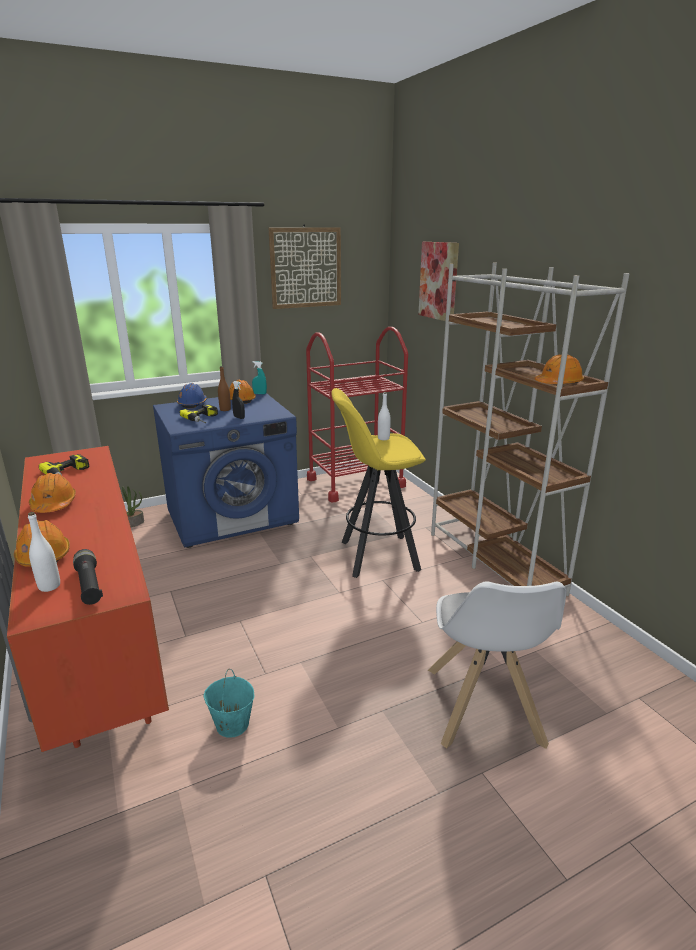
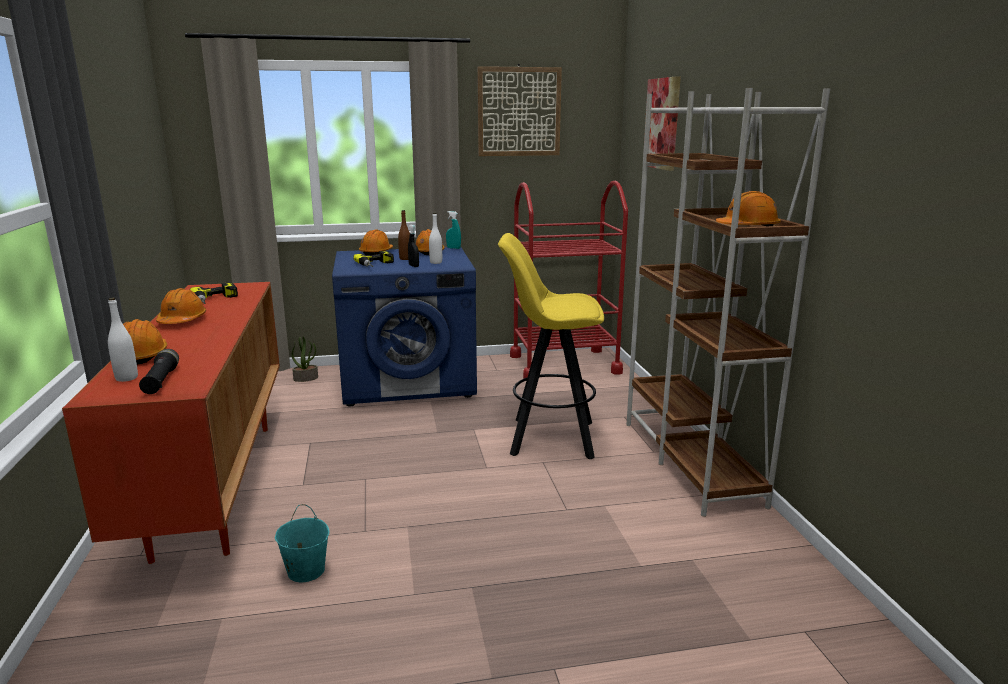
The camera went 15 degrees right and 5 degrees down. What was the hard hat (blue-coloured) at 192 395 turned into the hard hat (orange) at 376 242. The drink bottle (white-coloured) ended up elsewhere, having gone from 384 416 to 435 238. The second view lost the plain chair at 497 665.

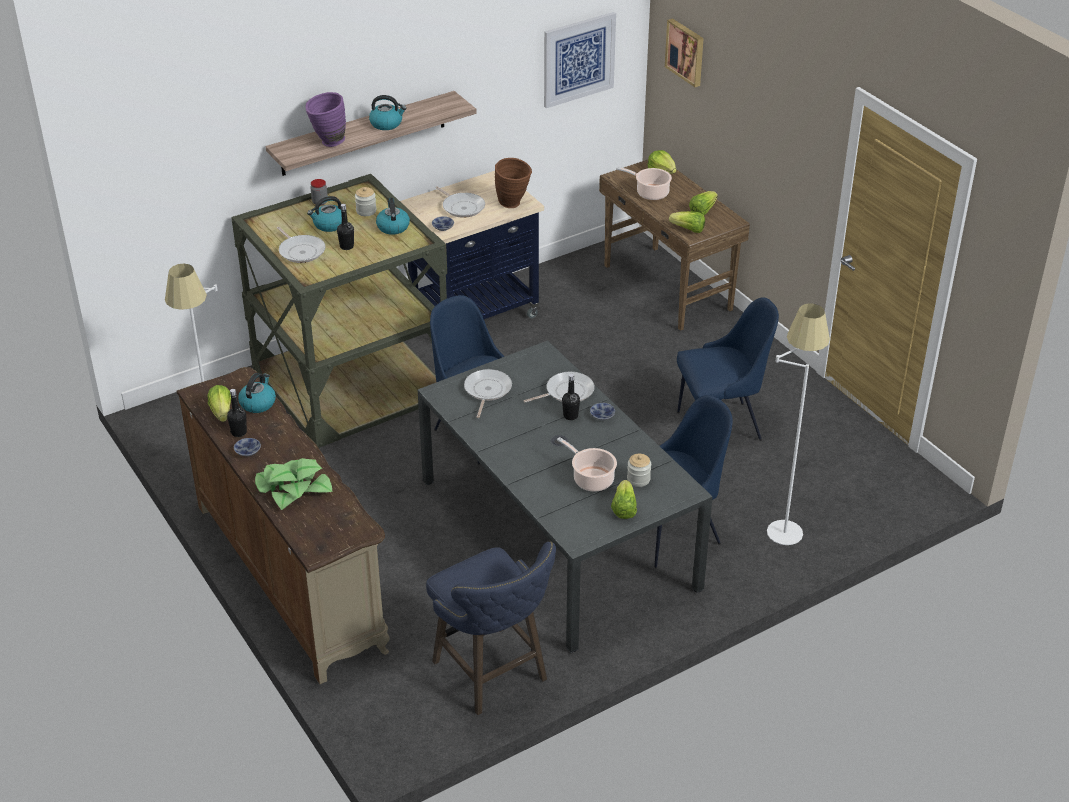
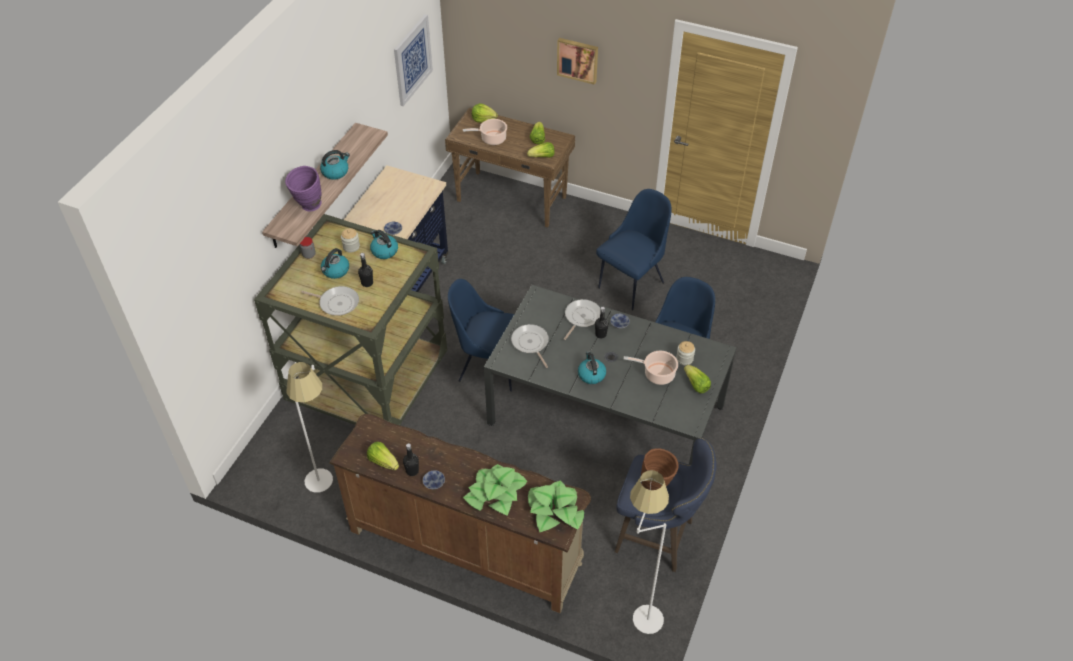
The camera went 35 degrees left and 10 degrees up. The second view gained the plant in a pot at 556 506. The picture ended up elsewhere, having gone from 684 52 to 577 61. The tea kettle ended up elsewhere, having gone from 257 393 to 592 367. The standard lamp (white-coloured) ended up elsewhere, having gone from 798 424 to 649 552. The decorative vase (brownish) ended up elsewhere, having gone from 513 183 to 659 469. The second view lost the pan at 460 202.

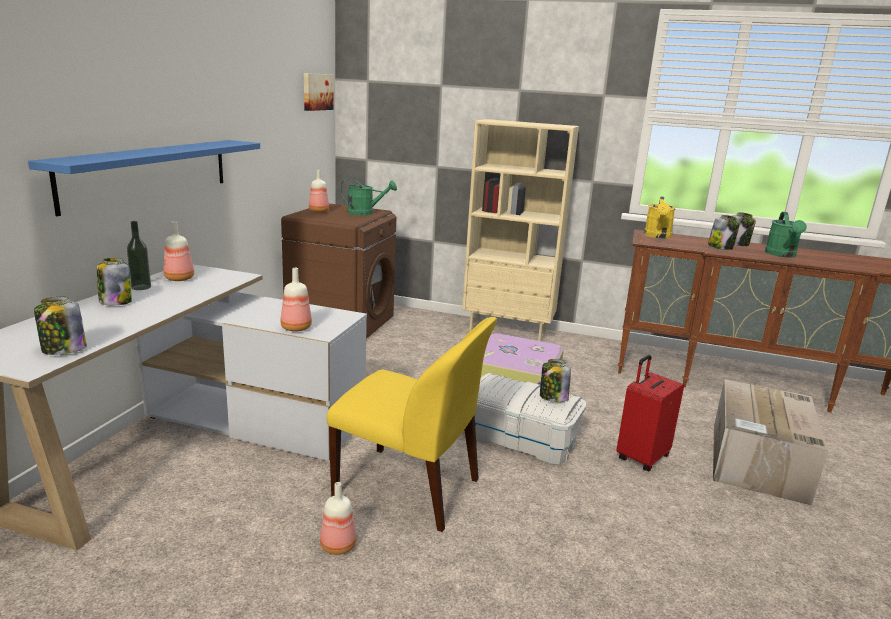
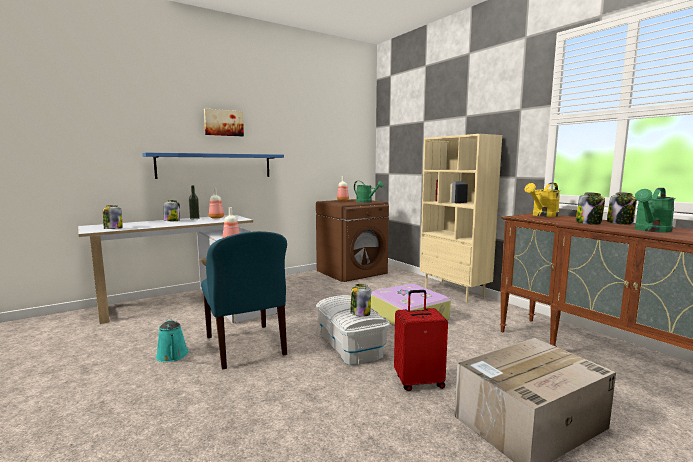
The camera went 40 degrees right and 10 degrees down. Where the drink bottle stood at 338 518, the sprinkling can (turquoise) came to stand at 172 340. What was the plain chair (yellowish) at 411 424 turned into the plain chair (blue-coloured) at 244 300. The picture ended up elsewhere, having gone from 319 92 to 224 122.

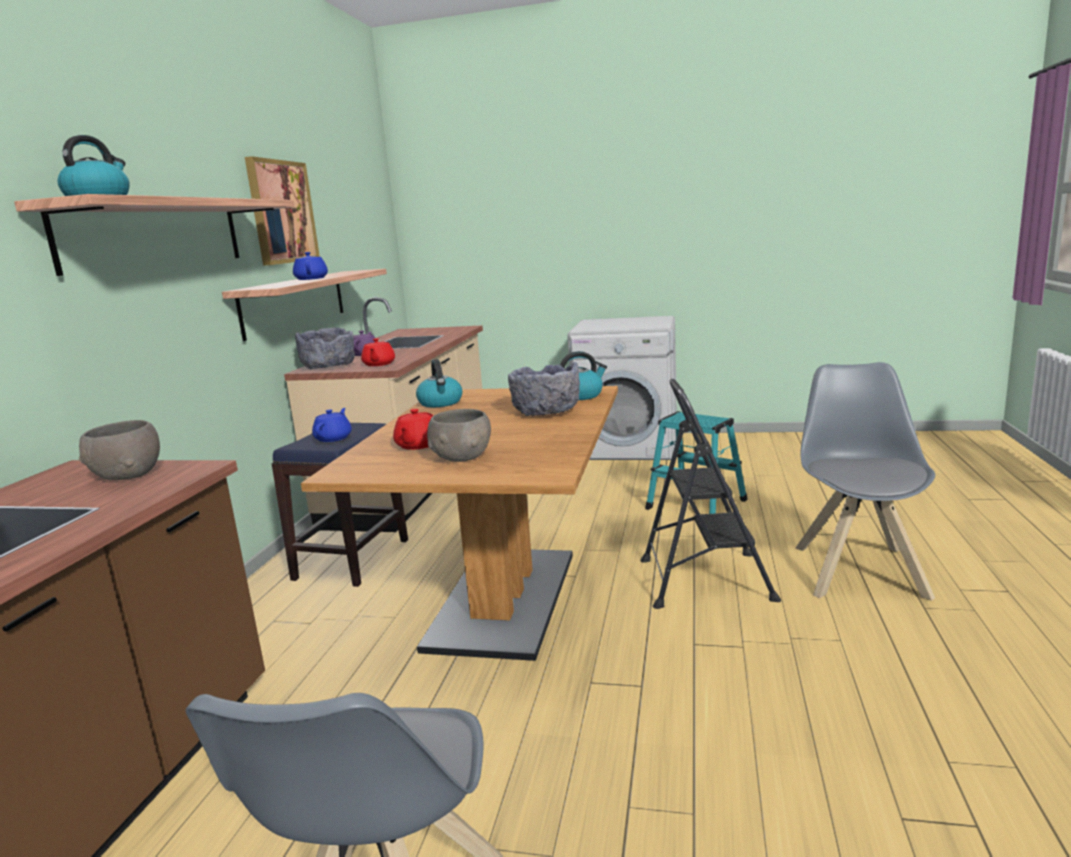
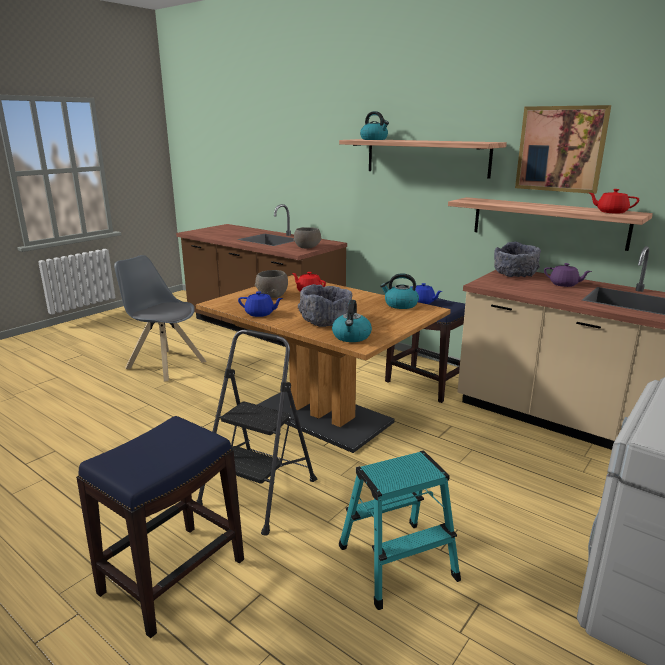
The camera went 115 degrees right and 5 degrees up. Where the plain chair (greyish) stood at 865 481, the sitting stool came to stand at 160 527. The teapot (blue-coloured) ended up elsewhere, having gone from 310 266 to 260 304. The teapot (red-coloured) ended up elsewhere, having gone from 378 352 to 614 201.

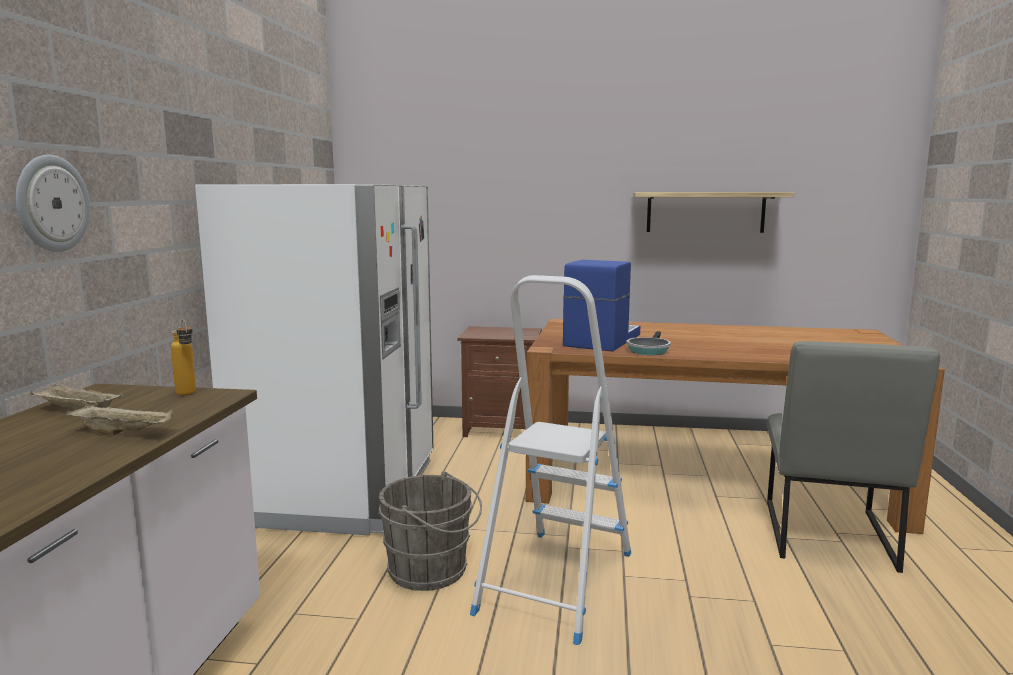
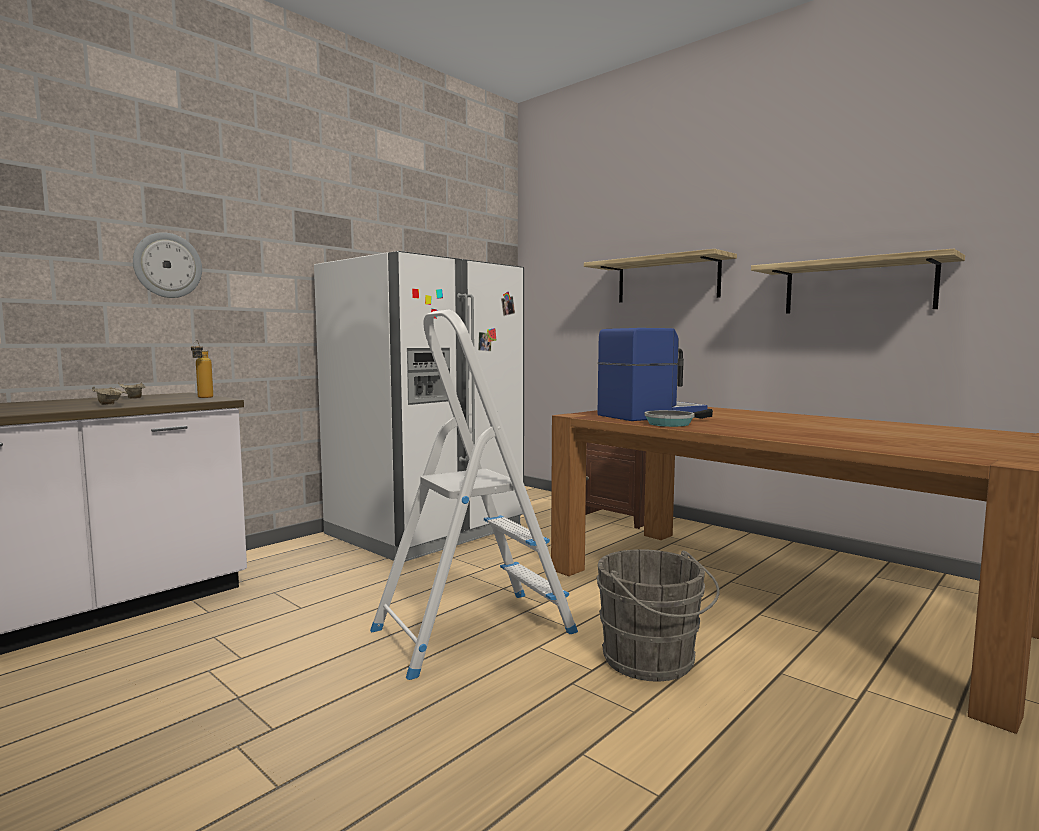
The camera went 35 degrees right and 5 degrees down. The second view gained the shelf at 660 275. The water bucket (greyish) ended up elsewhere, having gone from 430 531 to 658 615. The second view lost the plain chair (greyish) at 853 457.

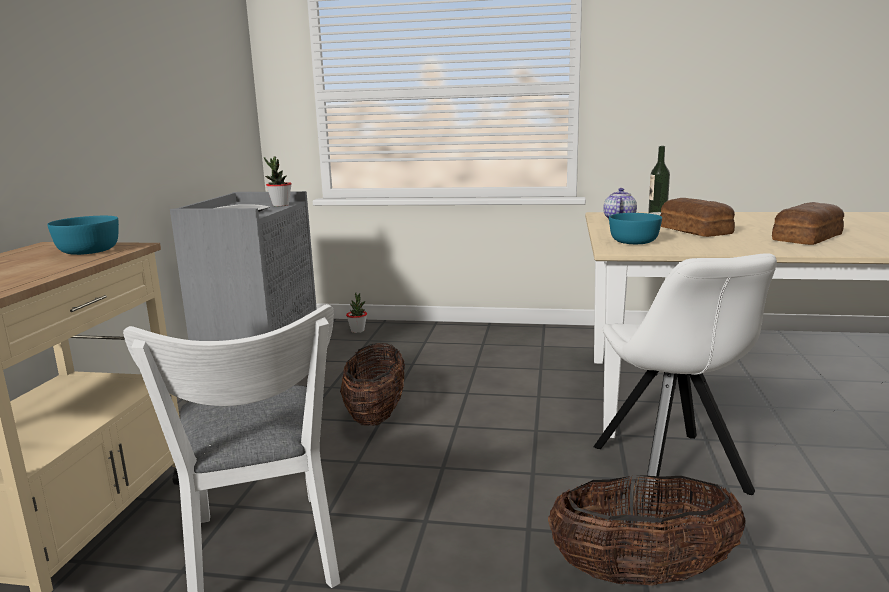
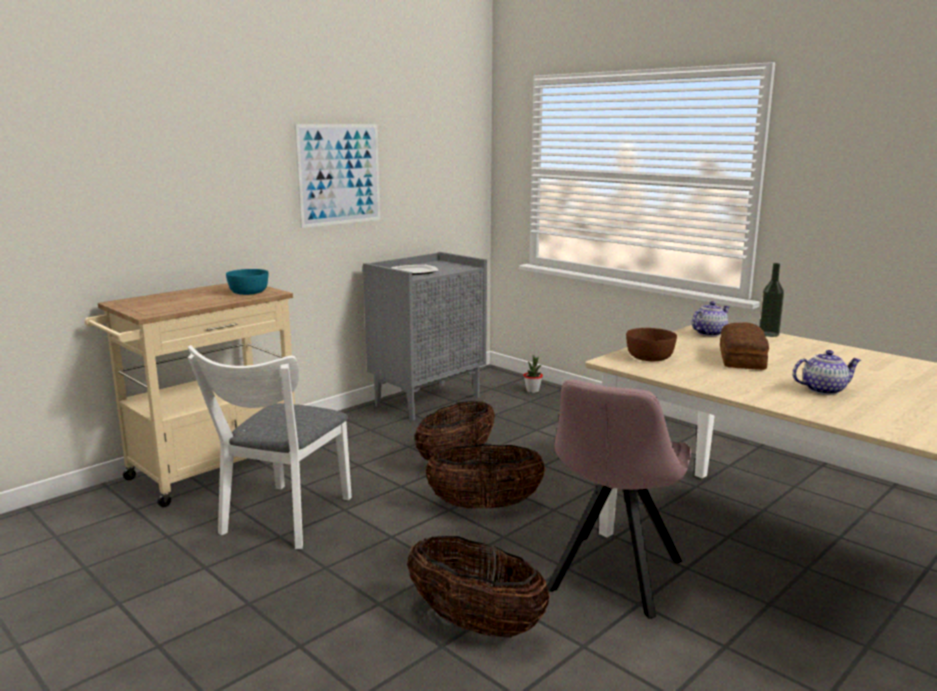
The camera went 35 degrees right and 0 degrees up. The second view gained the picture at 337 176. The second view gained the household basket at 485 476. What was the plain chair (white-coloured) at 685 380 turned into the plain chair (pink-coloured) at 619 499. What was the bowl (turquoise) at 635 228 turned into the bowl (brownish) at 651 344. Where the bakery bread stood at 808 223, the teapot came to stand at 827 372. The second view lost the plant in a pot at 278 182.

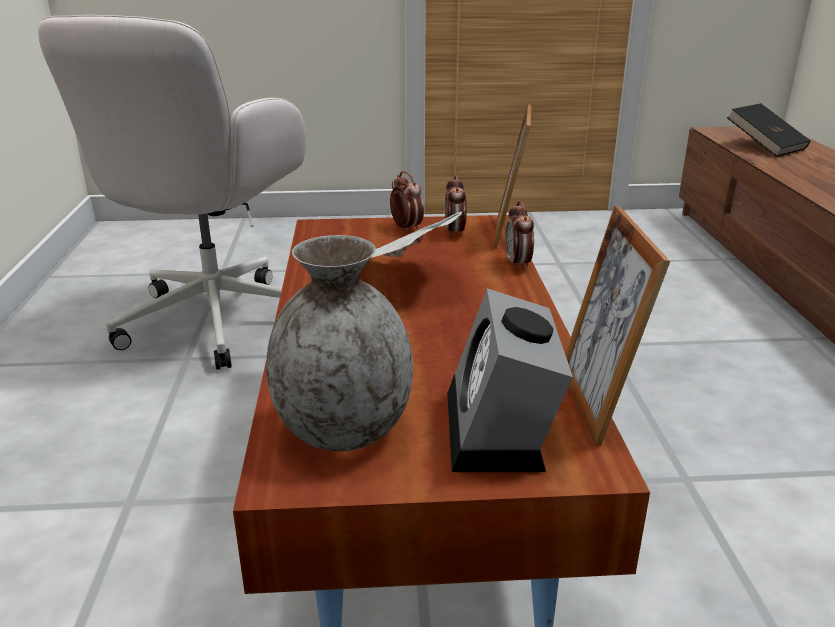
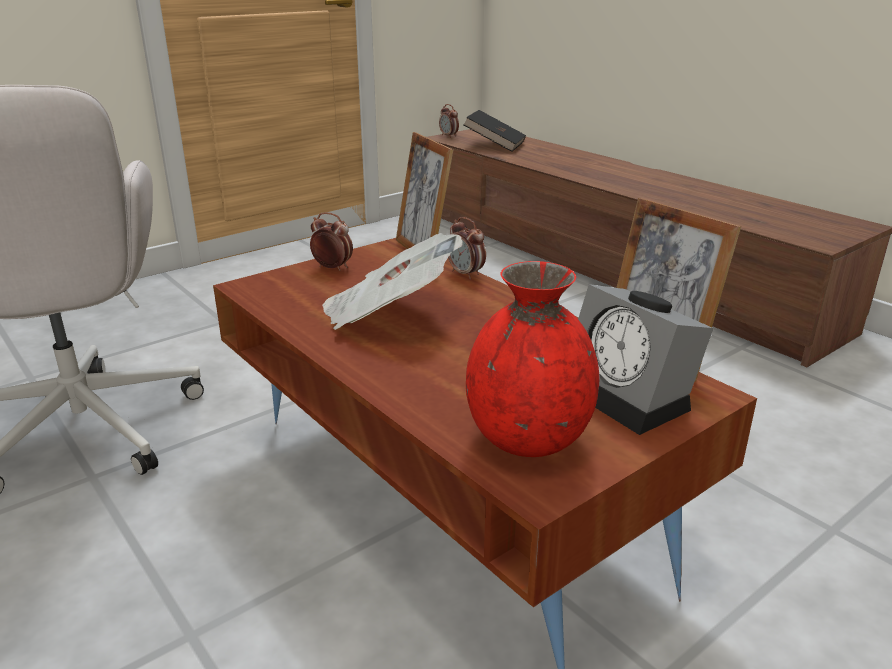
The camera went 35 degrees left and 0 degrees up. The bedside clock ended up elsewhere, having gone from 456 205 to 449 121. What was the decorative vase (greyish) at 339 343 turned into the decorative vase (red-coloured) at 532 359.

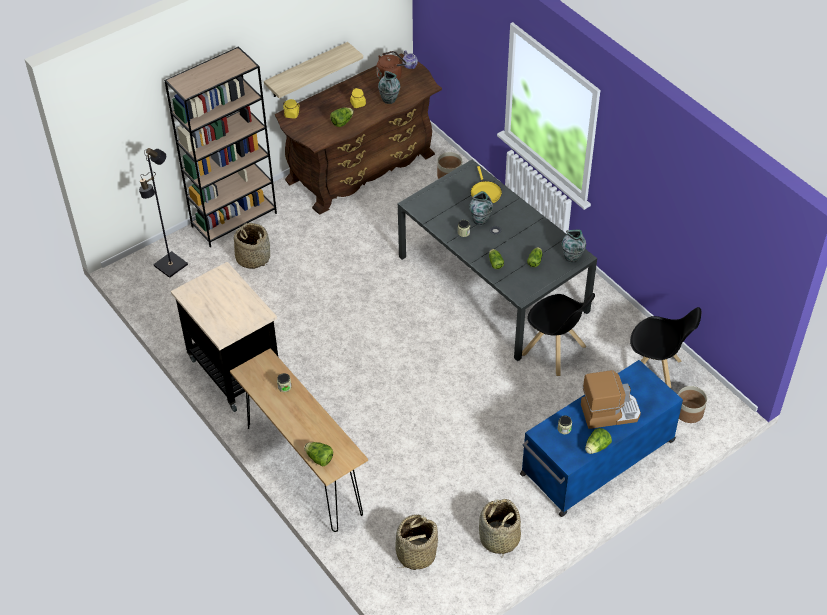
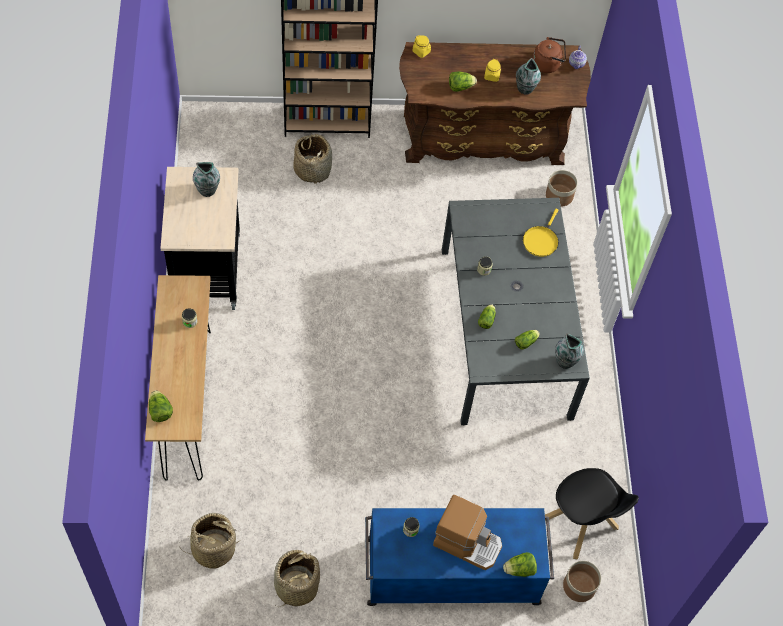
The camera went 30 degrees right and 10 degrees up. The decorative vase ended up elsewhere, having gone from 481 208 to 206 179. The lettuce head ended up elsewhere, having gone from 598 441 to 520 564. The second view lost the standard lamp (black-coloured) at 163 213. The second view lost the shelf at 313 70. The second view lost the plain chair (black-coloured) at 558 334.

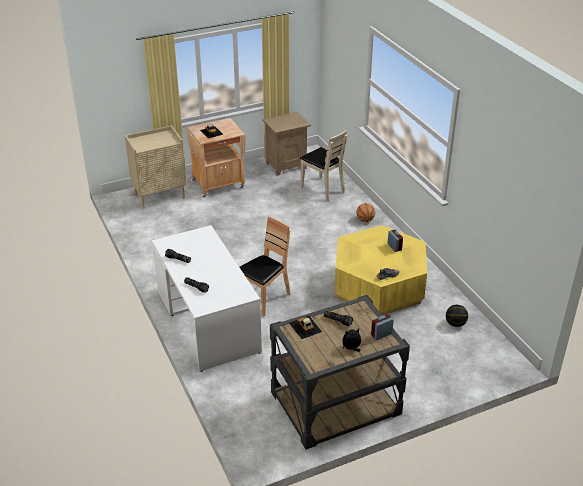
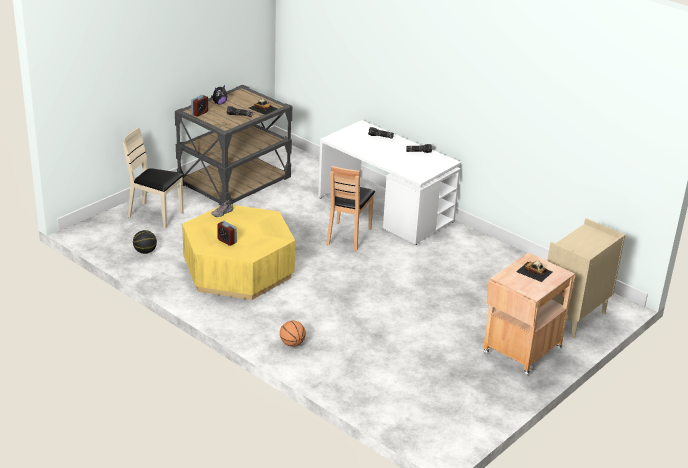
The camera went 155 degrees right and 5 degrees down. The plain chair (beige) ended up elsewhere, having gone from 323 166 to 153 178. The second view lost the night table (beige) at 287 144.

